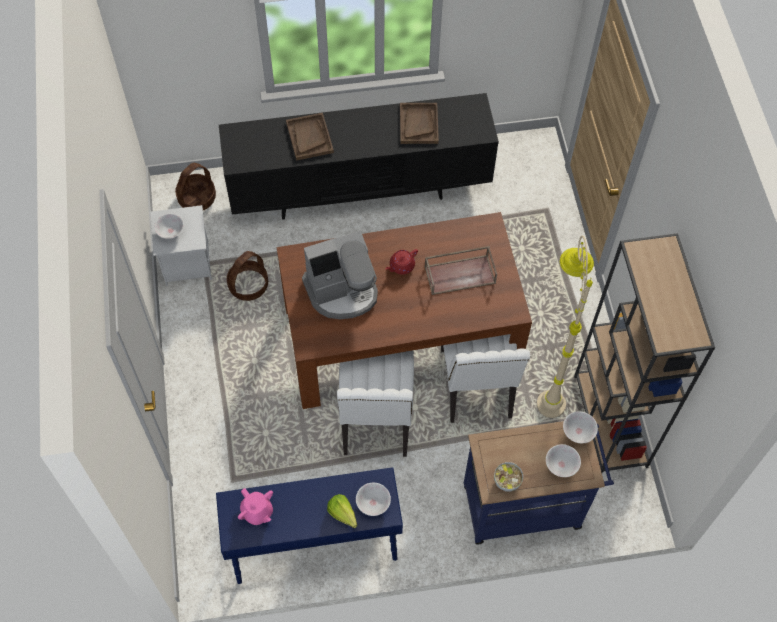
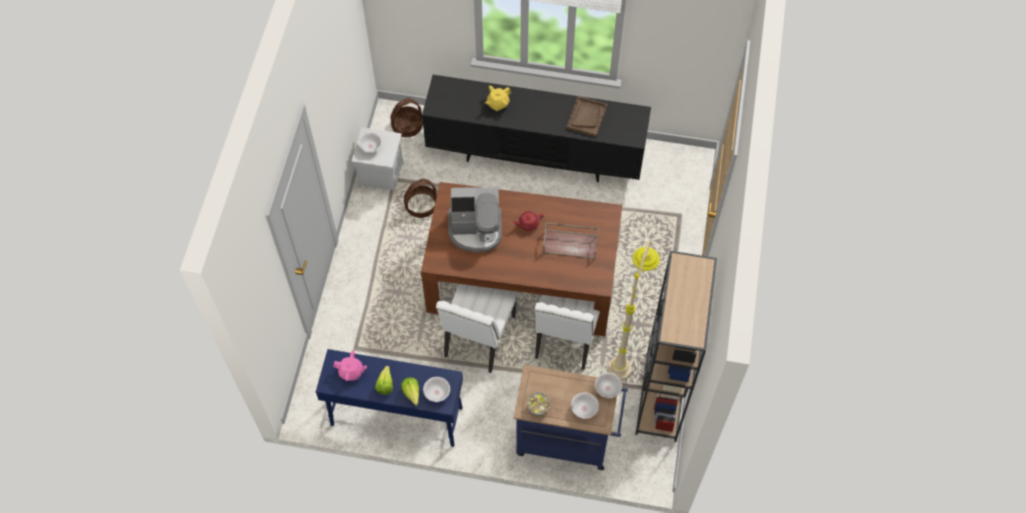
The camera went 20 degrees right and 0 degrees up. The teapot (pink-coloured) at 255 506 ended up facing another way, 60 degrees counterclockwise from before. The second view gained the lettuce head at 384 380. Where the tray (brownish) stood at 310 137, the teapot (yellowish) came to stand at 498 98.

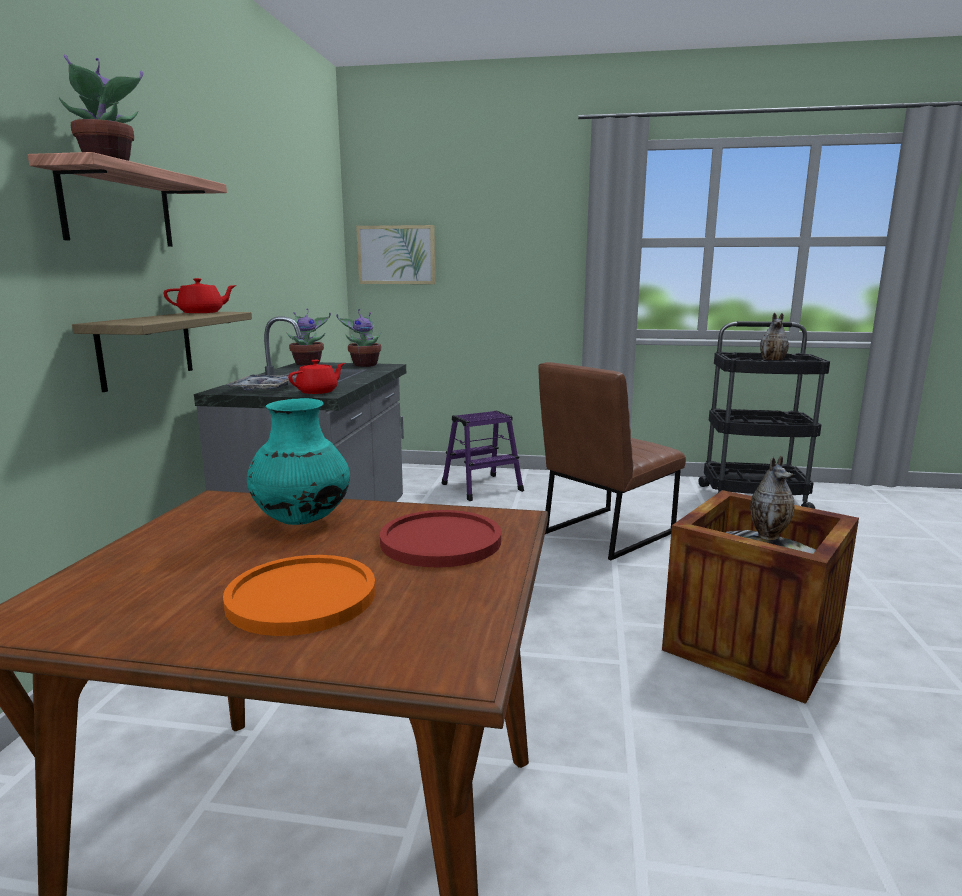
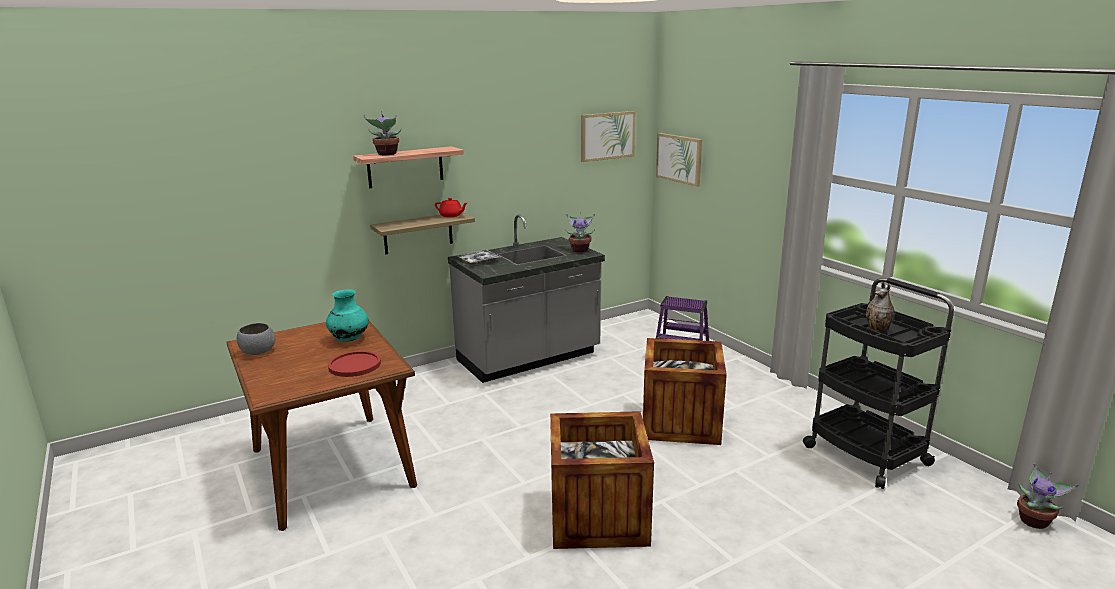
The camera went 50 degrees right and 5 degrees up. The second view gained the bowl (greyish) at 256 339. The second view gained the picture at 608 136. Where the plain chair (brownish) stood at 612 461, the crate came to stand at 685 391. The plant in a pot ended up elsewhere, having gone from 308 337 to 1047 496. The second view lost the flat dish (orange) at 299 595. The second view lost the teapot (red-coloured) at 316 377. The second view lost the decorative vase at 772 498.

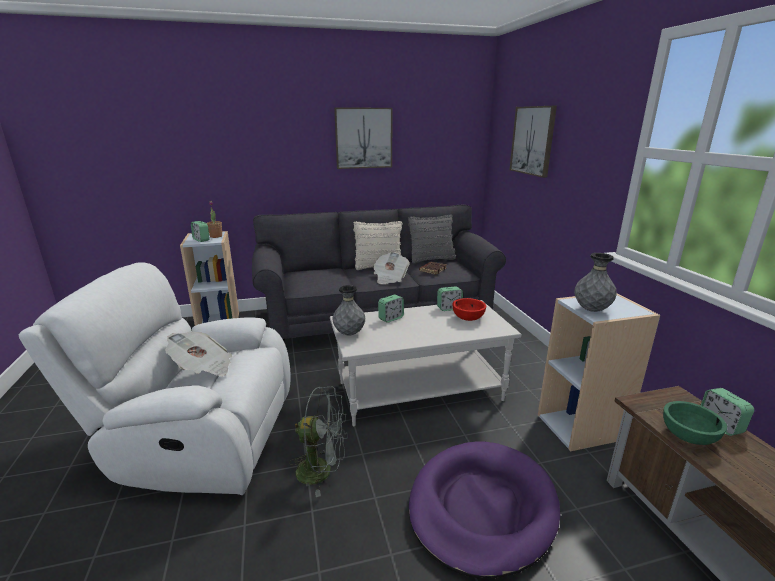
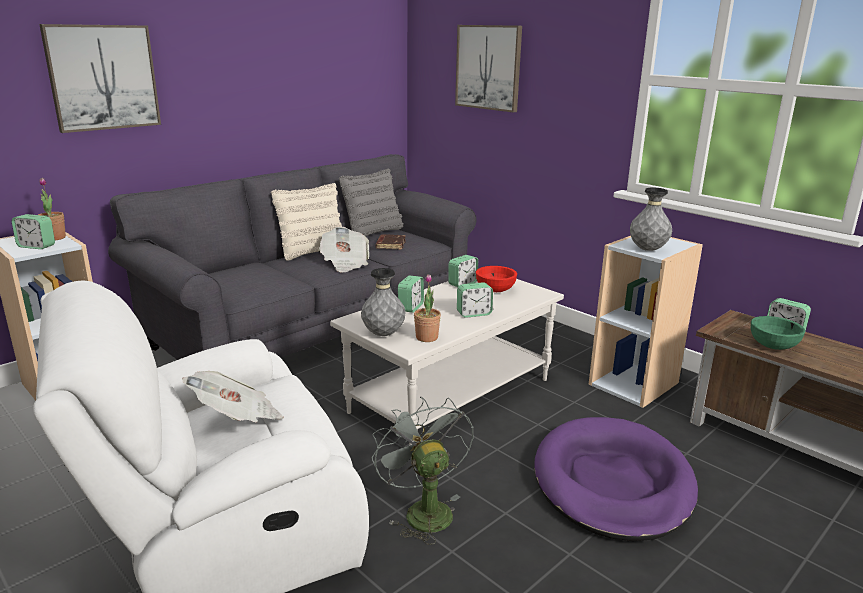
The camera went 30 degrees left and 0 degrees up. The picture ended up elsewhere, having gone from 363 138 to 100 78. The fan (greyish) at 318 442 ended up facing another way, 90 degrees counterclockwise from before. The second view gained the plant in a pot at 427 308. The second view gained the bedside clock at 475 300.

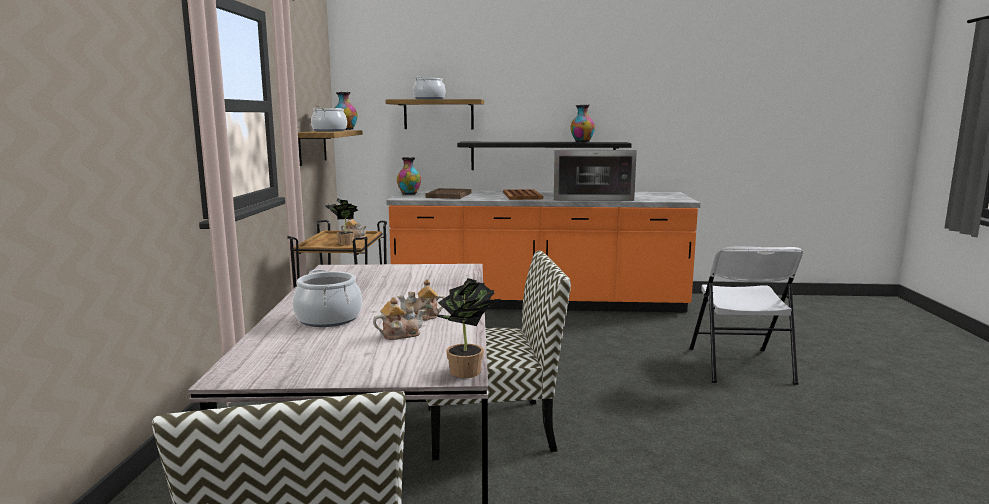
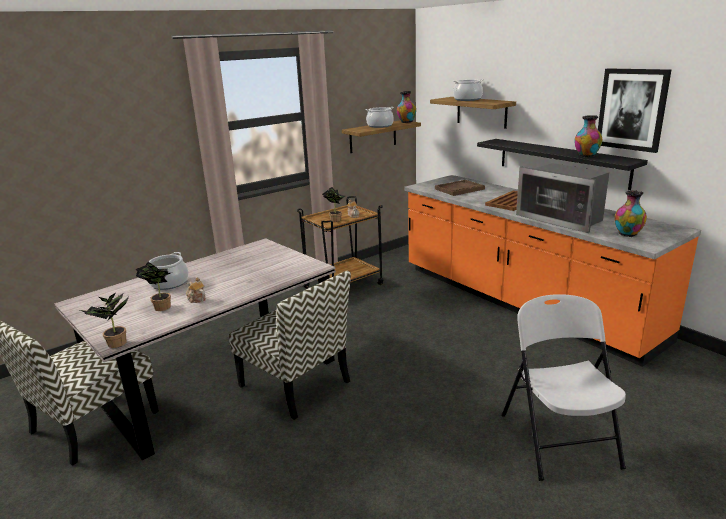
The camera went 50 degrees right and 10 degrees up. Where the teapot stood at 399 318, the plant in a pot came to stand at 153 286. The plain chair (white-coloured) at 746 315 ended up facing another way, 120 degrees clockwise from before. The second view gained the picture at 634 110. The decorative vase ended up elsewhere, having gone from 409 176 to 630 213.

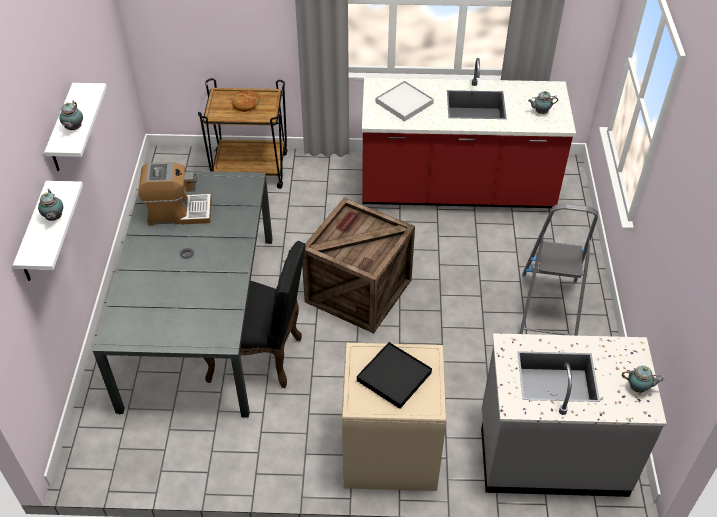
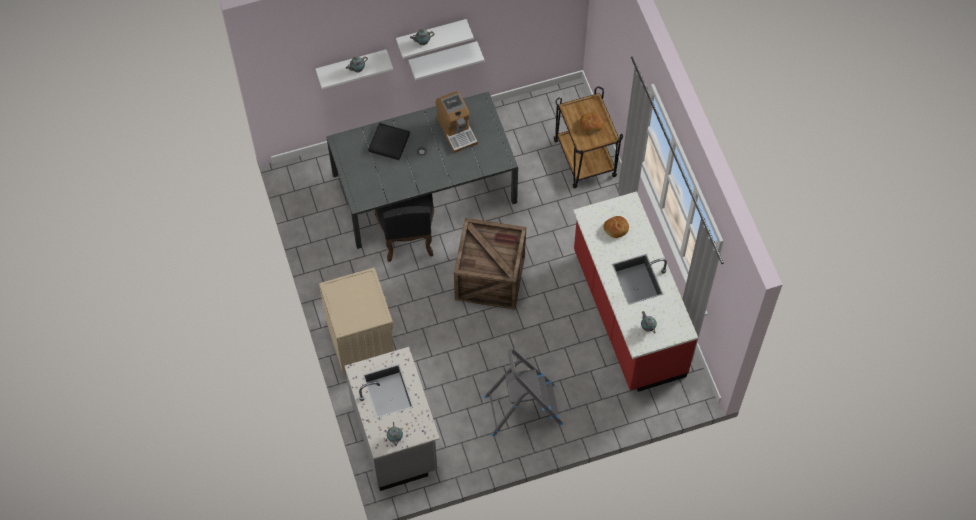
The camera went 70 degrees right and 15 degrees up. The tray (black-coloured) ended up elsewhere, having gone from 394 375 to 389 141. The second view gained the shelf (white-coloured) at 446 60. Where the tray (white-coloured) stood at 405 101, the bakery bread came to stand at 616 227.

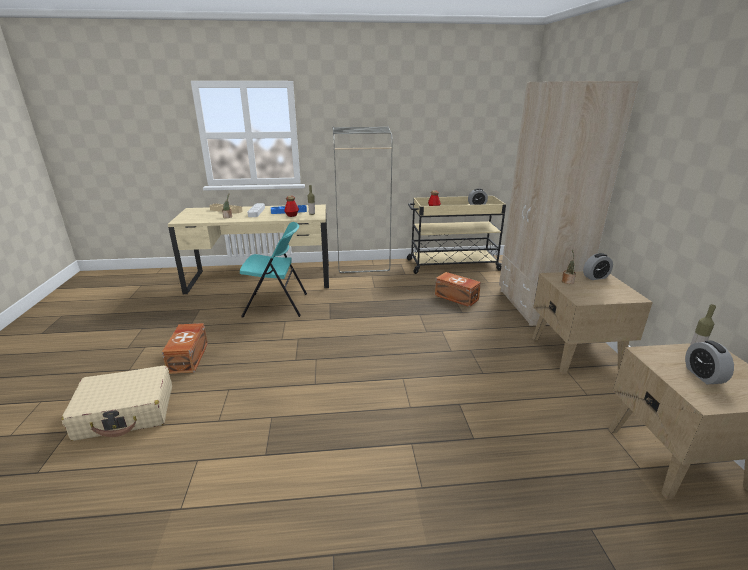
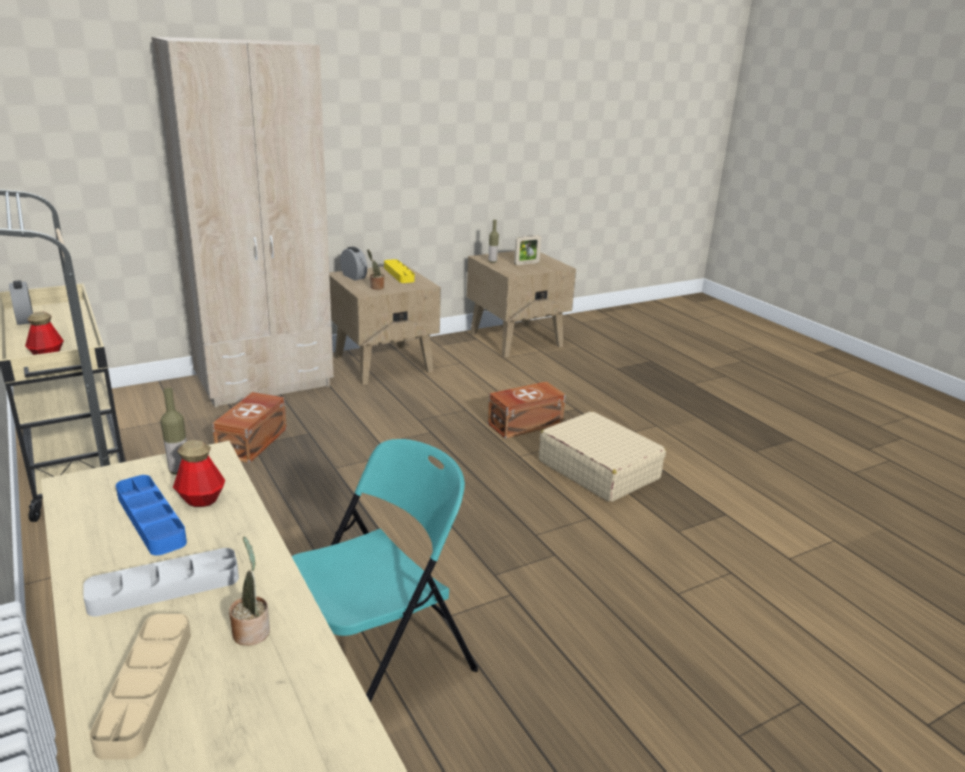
The camera went 115 degrees left and 0 degrees up. The plain chair (turquoise) at 273 269 ended up facing another way, 75 degrees clockwise from before. The second view gained the tray (yellowish) at 399 271. The storage bin (brownish) ended up elsewhere, having gone from 185 348 to 526 410. Where the bedside clock stood at 709 362, the picture frame came to stand at 527 250. The suitcase (beige) ended up elsewhere, having gone from 116 403 to 602 456.

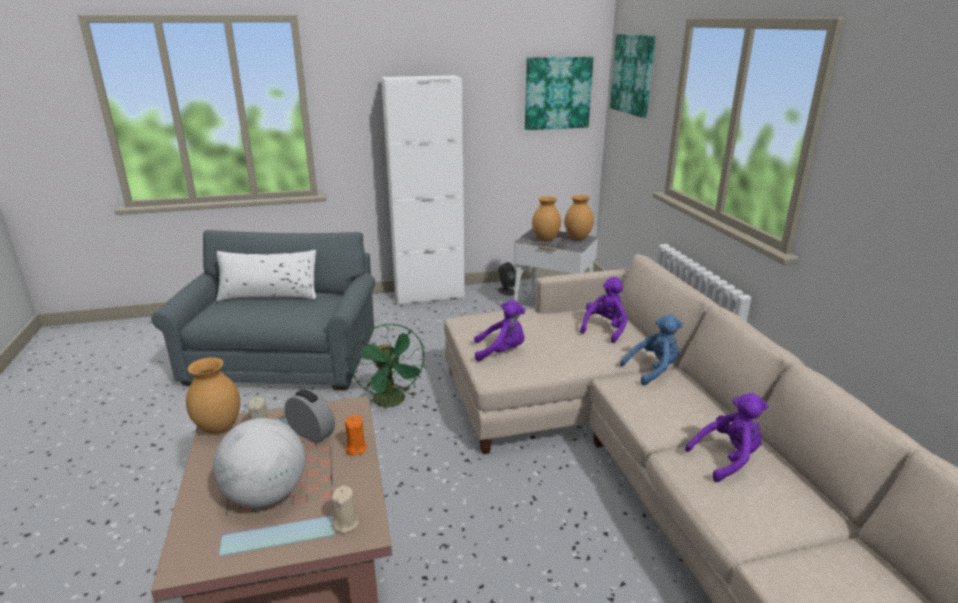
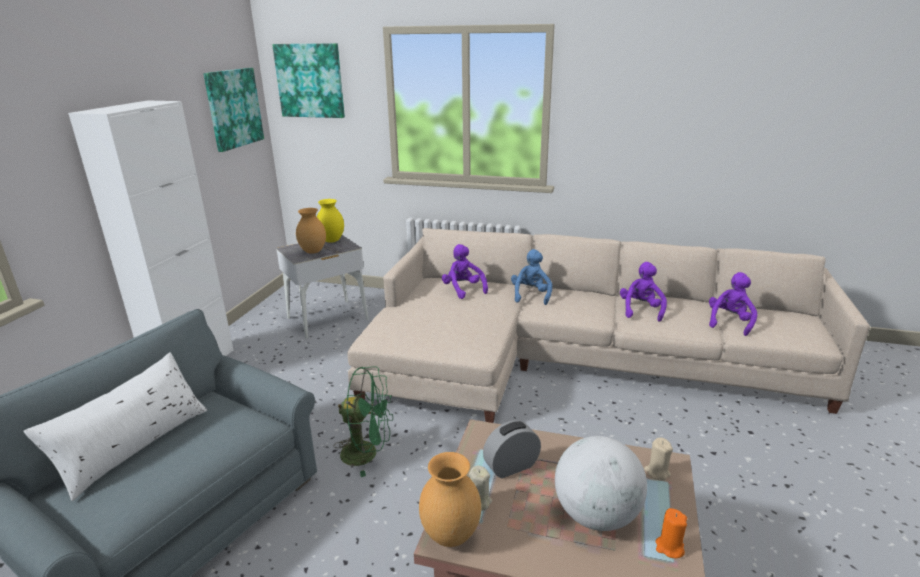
The camera went 60 degrees left and 0 degrees up. What was the decorative vase (brownish) at 579 217 turned into the decorative vase (yellowish) at 330 221. The wax light (orange) ended up elsewhere, having gone from 356 435 to 671 533. The cuddly toy (purplish) ended up elsewhere, having gone from 499 330 to 733 304. The second view lost the loudspeaker (greyish) at 506 279.

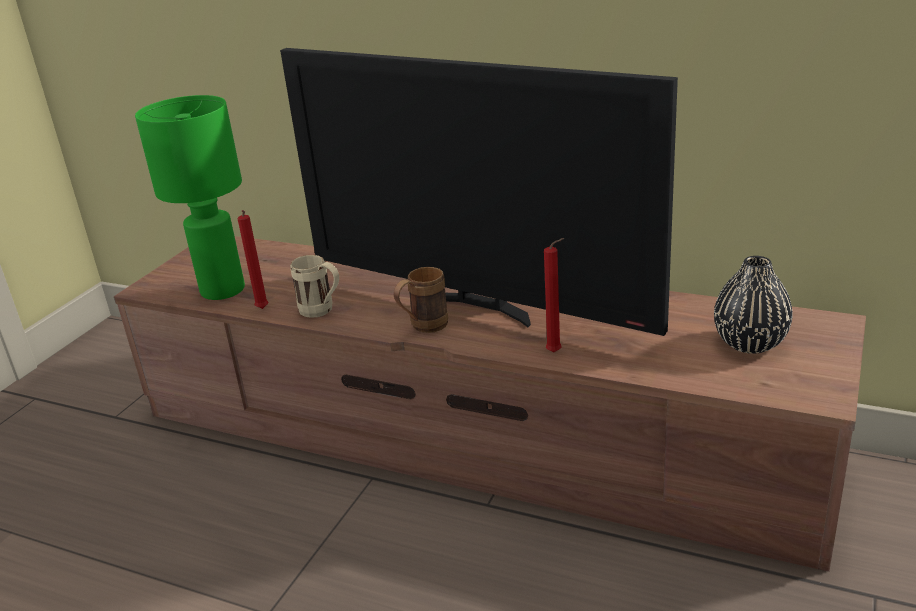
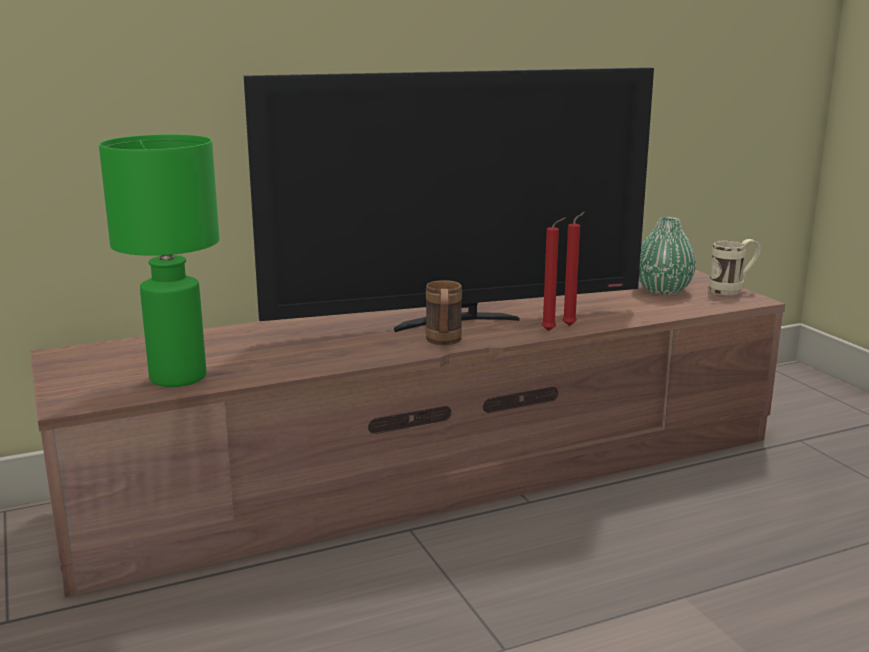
The camera went 50 degrees left and 10 degrees down. The wax light (red-coloured) ended up elsewhere, having gone from 252 259 to 553 274. What was the decorative vase (black-coloured) at 753 305 turned into the decorative vase (greenish) at 667 256. The coffee mug (beige) ended up elsewhere, having gone from 314 286 to 735 267.

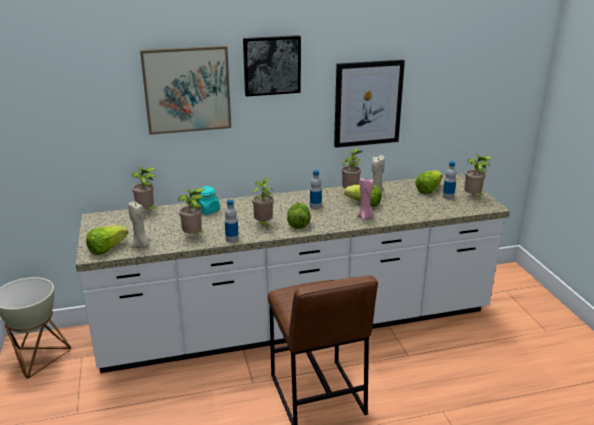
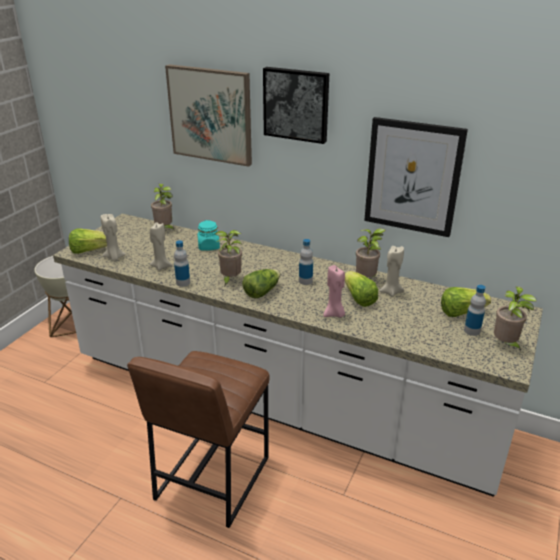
The camera went 40 degrees right and 5 degrees up. Where the plant in a pot stood at 191 211, the wax light (beige) came to stand at 160 246.

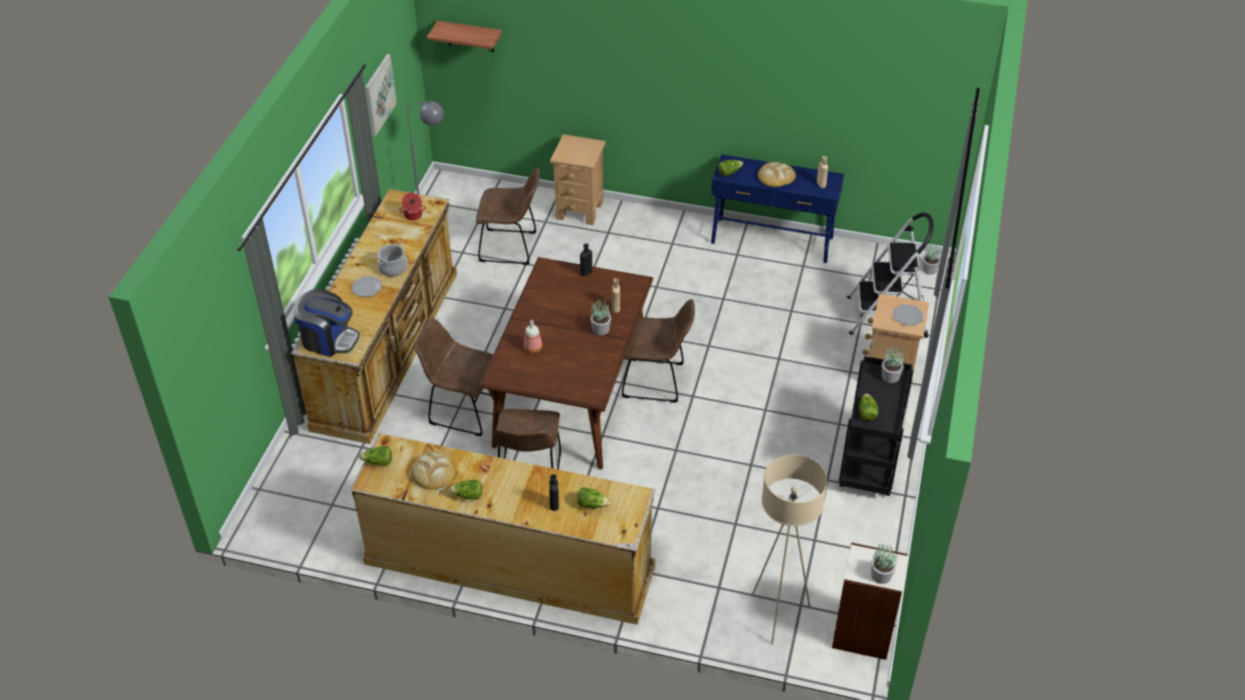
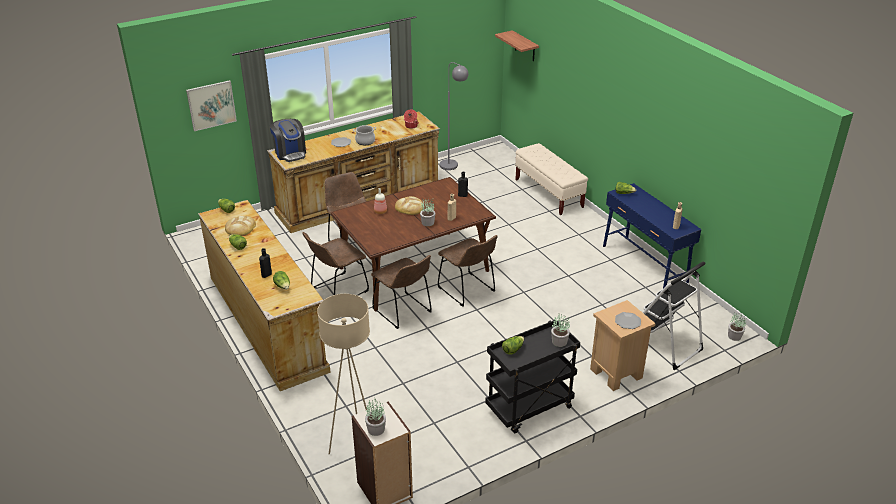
The camera went 45 degrees right and 10 degrees down. The picture ended up elsewhere, having gone from 381 95 to 211 105. The plain chair (brownish) ended up elsewhere, having gone from 508 216 to 401 292. The bakery bread ended up elsewhere, having gone from 777 174 to 409 205. Where the night table (beige) stood at 578 179, the bench (beige) came to stand at 551 179.

